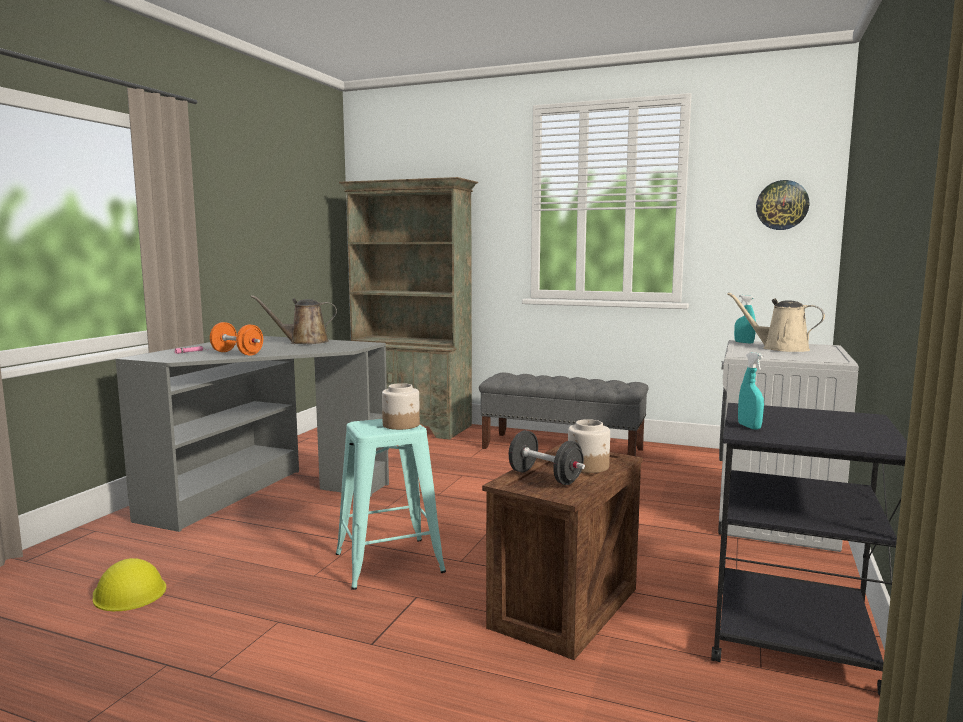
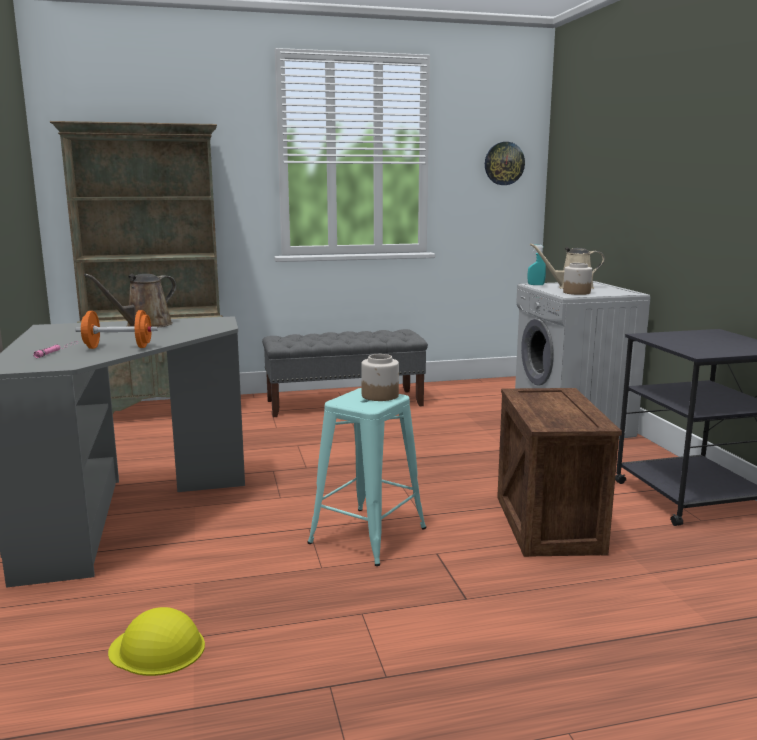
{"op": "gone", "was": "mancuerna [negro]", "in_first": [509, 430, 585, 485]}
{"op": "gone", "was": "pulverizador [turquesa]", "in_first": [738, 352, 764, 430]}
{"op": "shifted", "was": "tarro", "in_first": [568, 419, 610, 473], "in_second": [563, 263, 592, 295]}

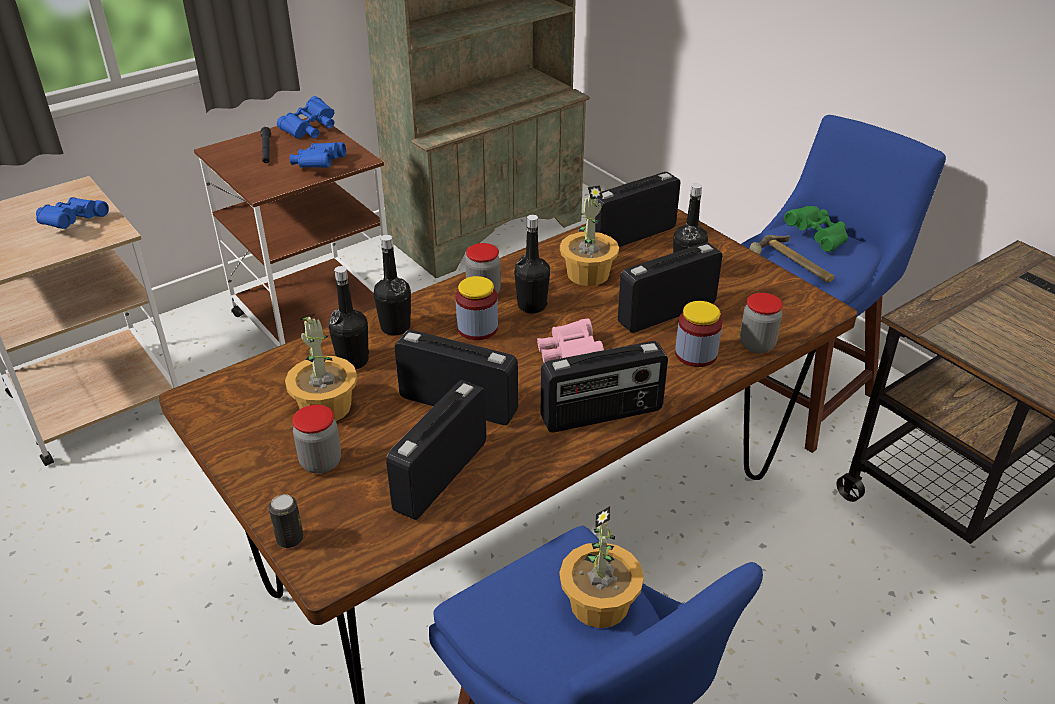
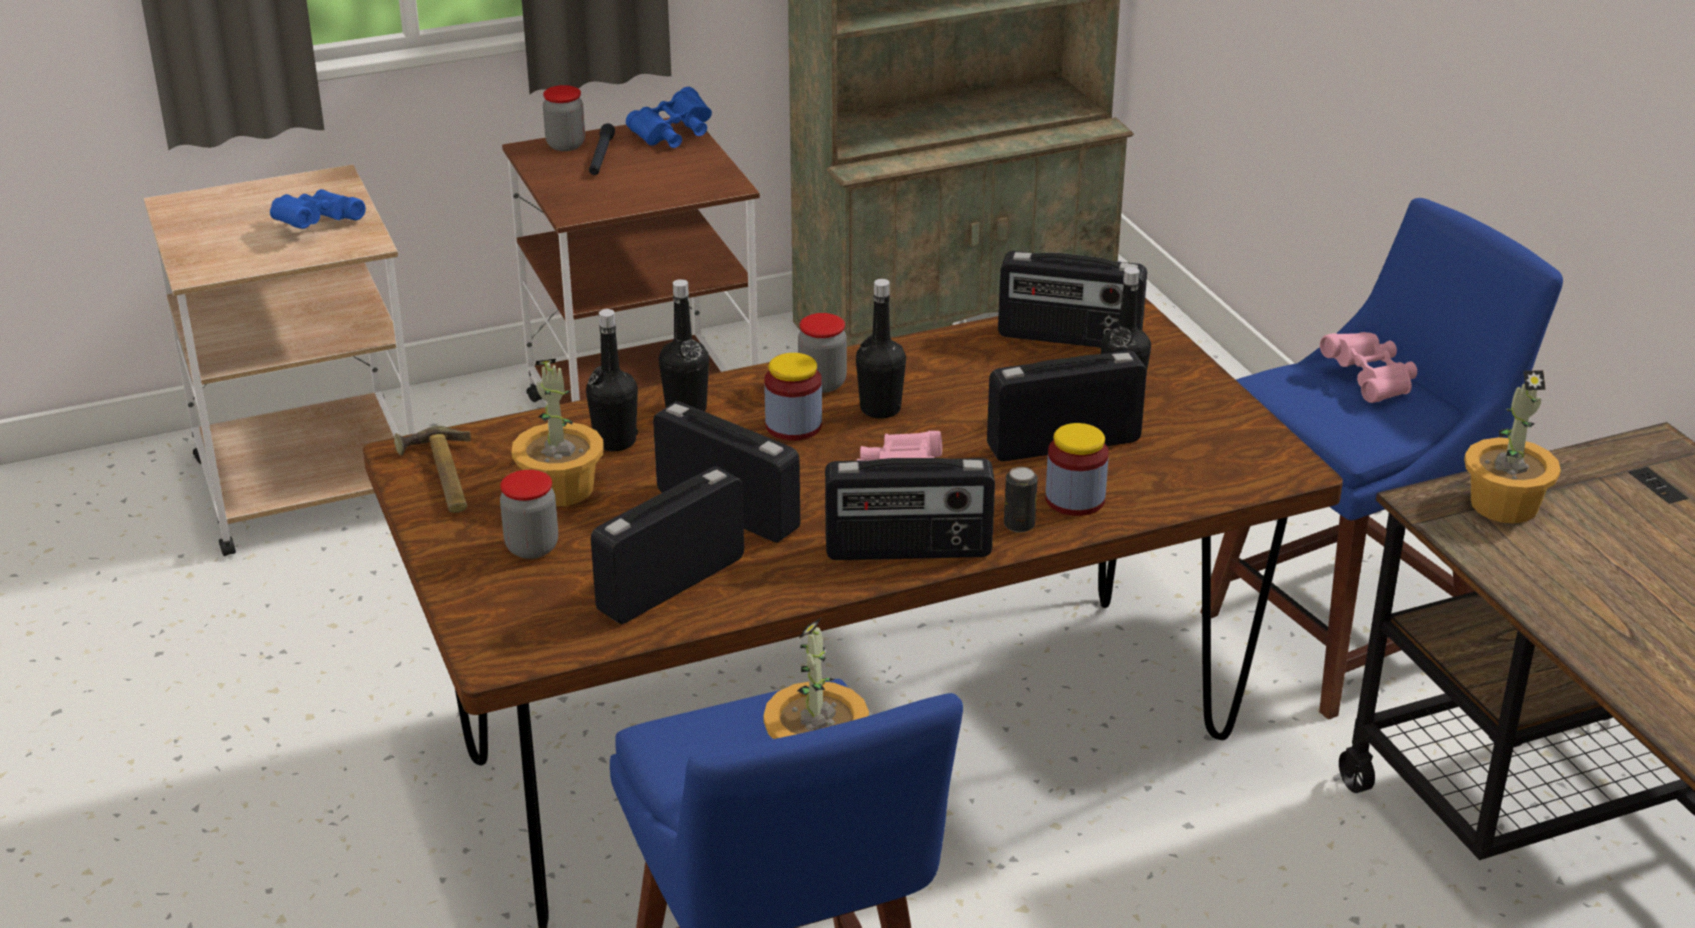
{"op": "gone", "was": "prismáticos [azul]", "in_first": [290, 142, 346, 168]}
{"op": "shifted", "was": "lata", "in_first": [269, 494, 304, 548], "in_second": [1004, 467, 1038, 533]}
{"op": "shifted", "was": "planta en maceta", "in_first": [560, 185, 619, 286], "in_second": [1464, 370, 1561, 524]}
{"op": "shifted", "was": "tarro", "in_first": [740, 293, 783, 353], "in_second": [543, 85, 585, 151]}
{"op": "shifted", "was": "martillo", "in_first": [750, 235, 835, 283], "in_second": [394, 426, 471, 513]}
{"op": "repainted", "was": "prismáticos [verde]", "now": "prismáticos [rosa]", "in_first": [784, 206, 848, 252], "in_second": [1320, 332, 1417, 403]}
{"op": "rotated", "was": "radio", "in_first": [595, 172, 680, 247], "in_second": [998, 251, 1147, 348], "clockwise": -150}

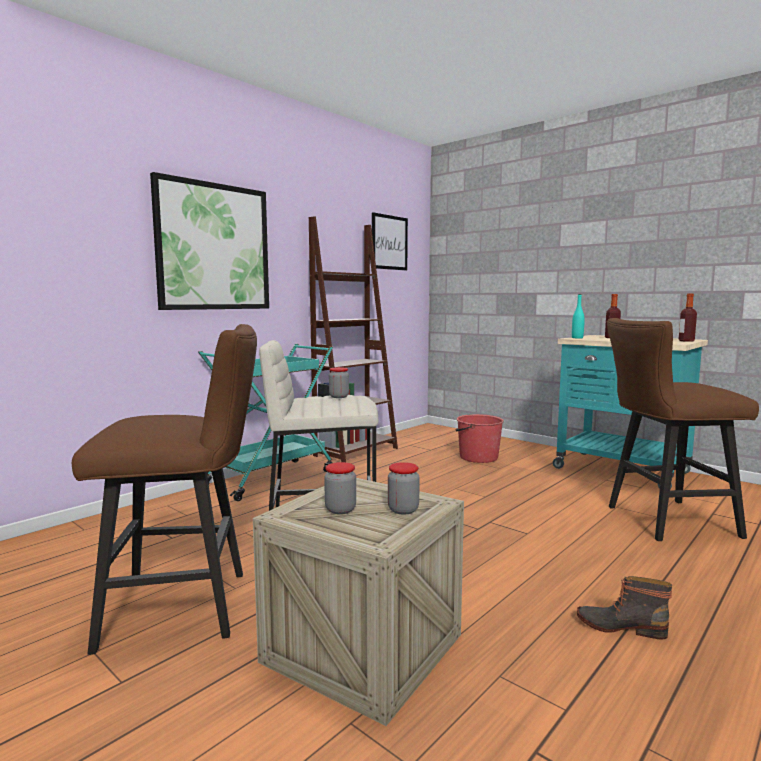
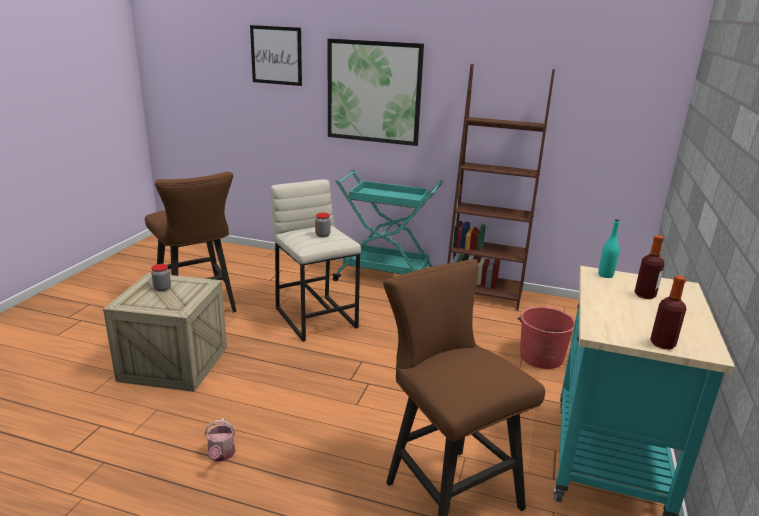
{"op": "gone", "was": "tarro", "in_first": [388, 462, 420, 514]}
{"op": "shifted", "was": "cuadro", "in_first": [372, 212, 408, 270], "in_second": [250, 25, 302, 86]}
{"op": "swapped", "was": "bota", "now": "regadera", "in_first": [577, 576, 672, 639], "in_second": [205, 418, 235, 461]}

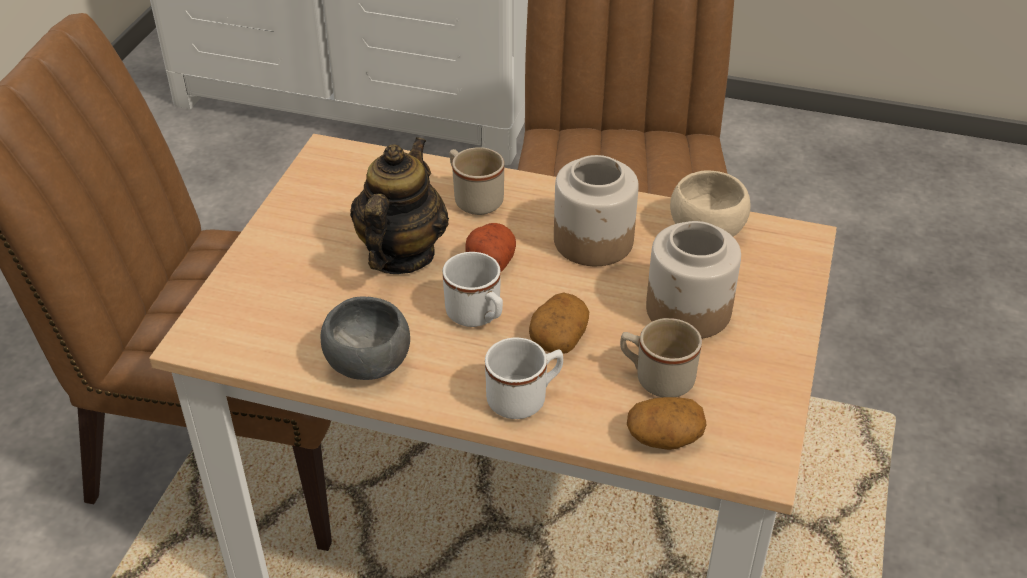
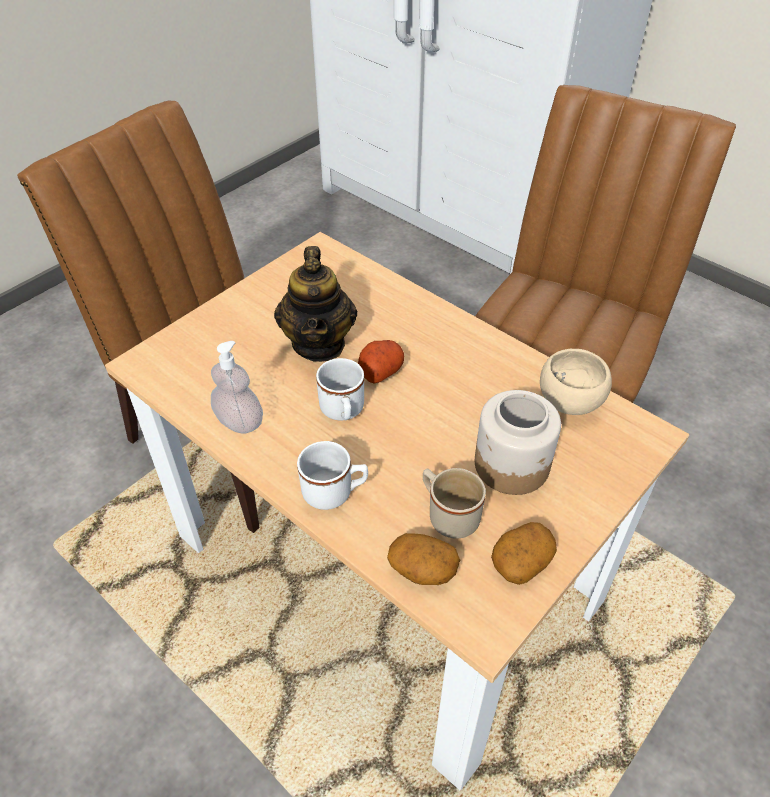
{"op": "gone", "was": "taza grande [beis]", "in_first": [450, 147, 504, 215]}
{"op": "gone", "was": "tarro", "in_first": [554, 155, 639, 266]}
{"op": "shifted", "was": "patata", "in_first": [529, 293, 589, 354], "in_second": [491, 522, 557, 585]}
{"op": "swapped", "was": "cuenco [gris]", "now": "dispensador de jabón", "in_first": [321, 297, 410, 380], "in_second": [211, 341, 263, 433]}
{"op": "rotated", "was": "tetera", "in_first": [350, 137, 449, 274], "in_second": [274, 246, 357, 362], "clockwise": 135}

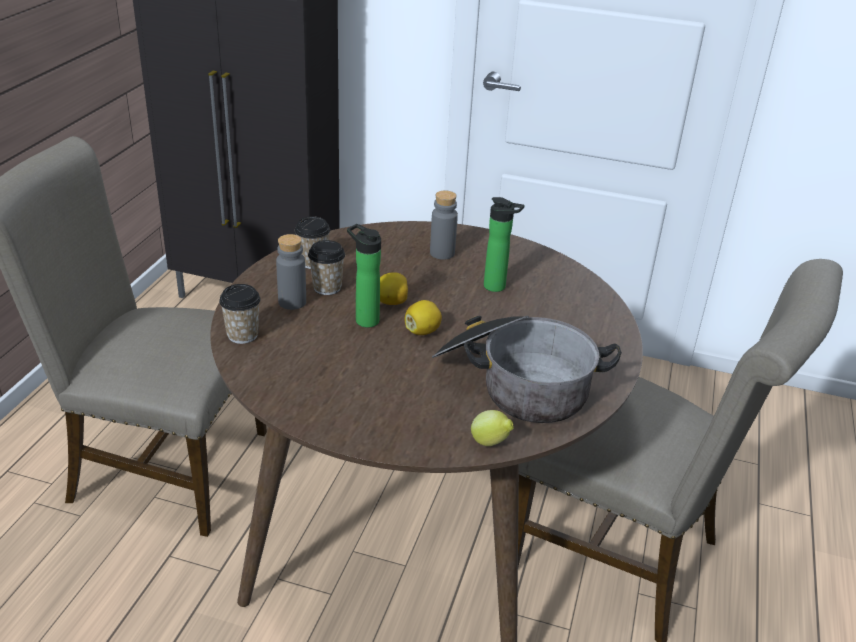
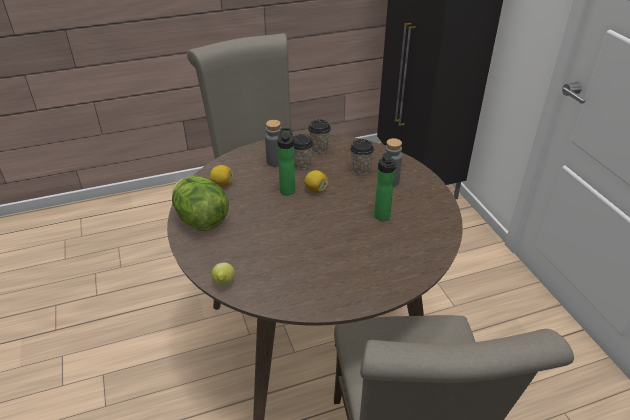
{"op": "gone", "was": "olla", "in_first": [432, 316, 622, 423]}
{"op": "new", "now": "lechuga", "in_second": [172, 176, 229, 231]}
{"op": "shifted", "was": "taza", "in_first": [219, 284, 261, 344], "in_second": [350, 139, 374, 175]}
{"op": "shifted", "was": "limón", "in_first": [404, 300, 442, 335], "in_second": [210, 165, 233, 187]}

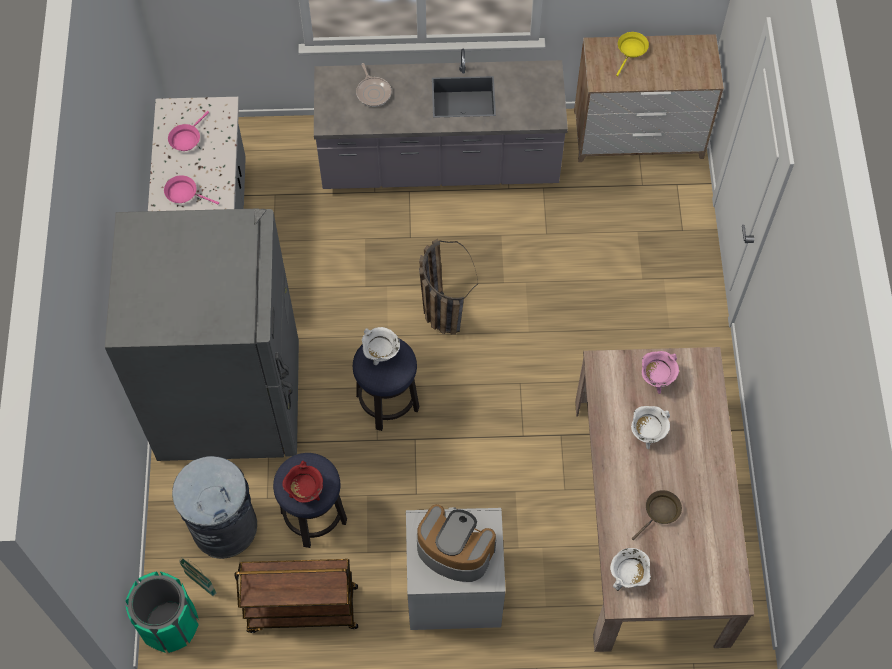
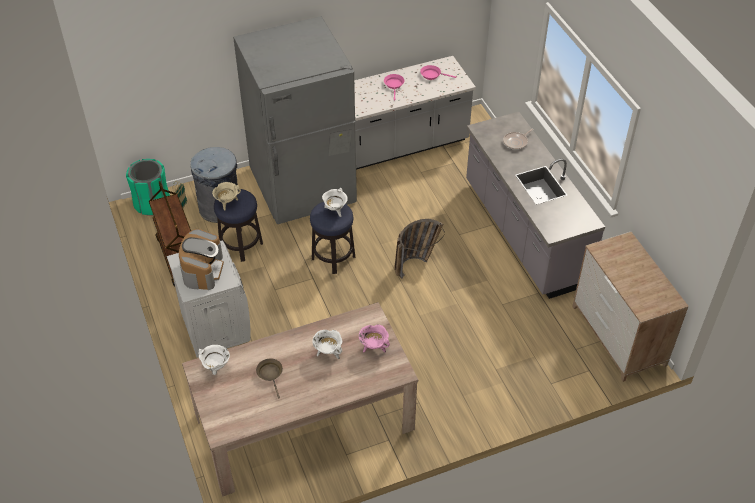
{"op": "gone", "was": "sartén [amarillo]", "in_first": [616, 32, 649, 76]}
{"op": "repainted", "was": "olla [rojo]", "now": "olla [beis]", "in_first": [282, 461, 323, 503], "in_second": [212, 182, 241, 210]}
{"op": "rotated", "was": "sartén [marrón]", "in_first": [632, 490, 682, 540], "in_second": [256, 358, 283, 399], "clockwise": -135}

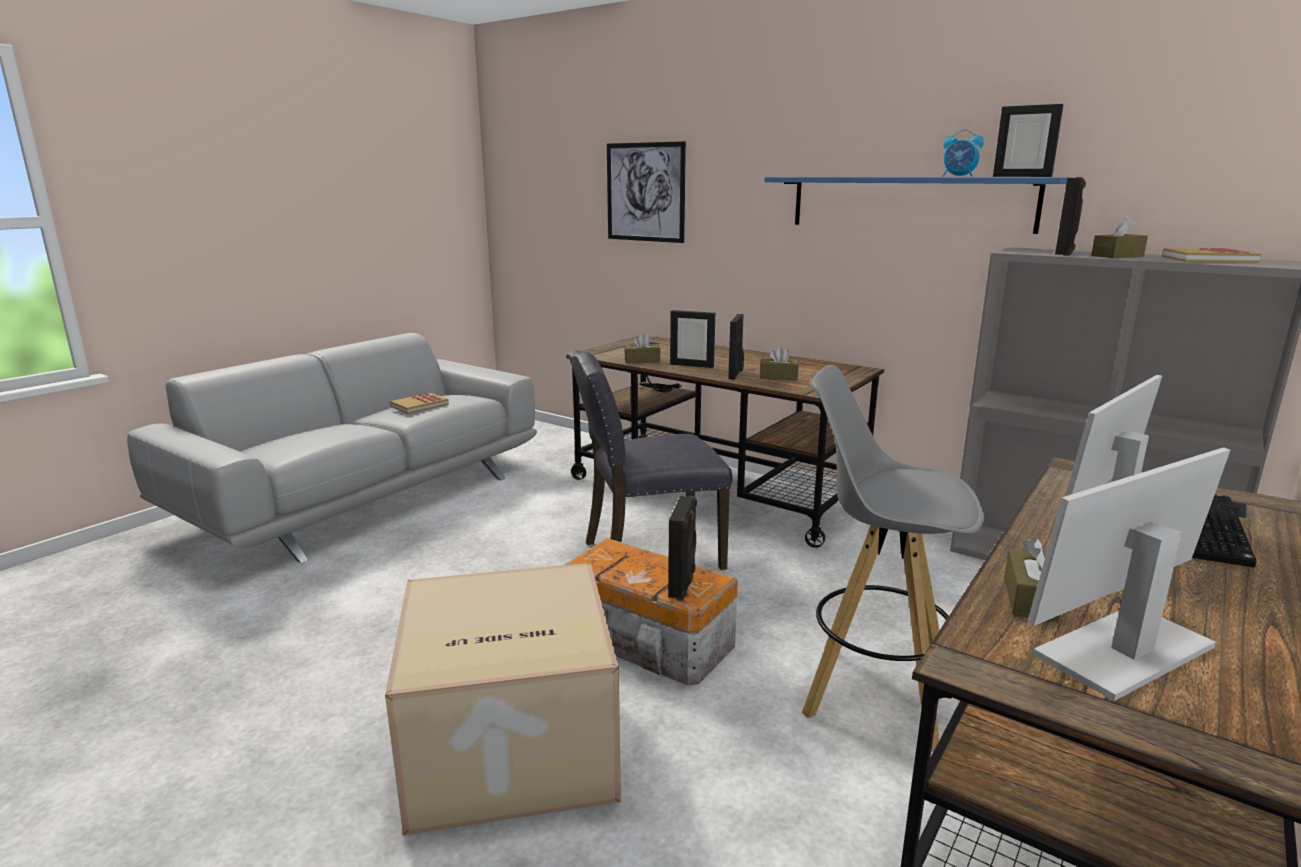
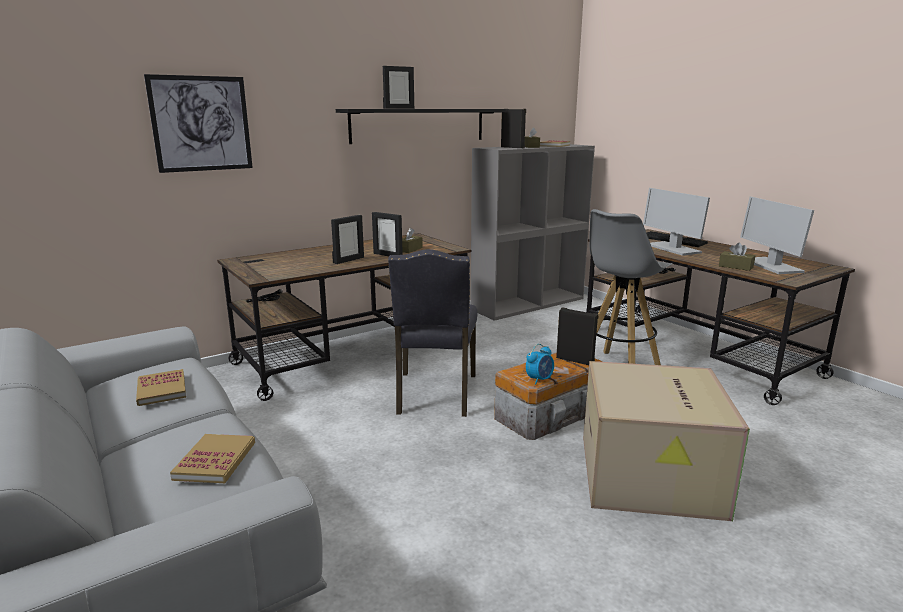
{"op": "gone", "was": "caja de pañuelos [marrón]", "in_first": [624, 332, 661, 363]}
{"op": "new", "now": "libro", "in_second": [170, 434, 255, 483]}
{"op": "shifted", "was": "despertador", "in_first": [943, 129, 983, 177], "in_second": [526, 344, 554, 385]}
{"op": "shifted", "was": "portarretratos", "in_first": [993, 104, 1063, 177], "in_second": [383, 66, 414, 109]}
{"op": "repainted", "was": "estante [azul]", "now": "estante [negro]", "in_first": [765, 177, 1069, 234], "in_second": [336, 109, 506, 144]}

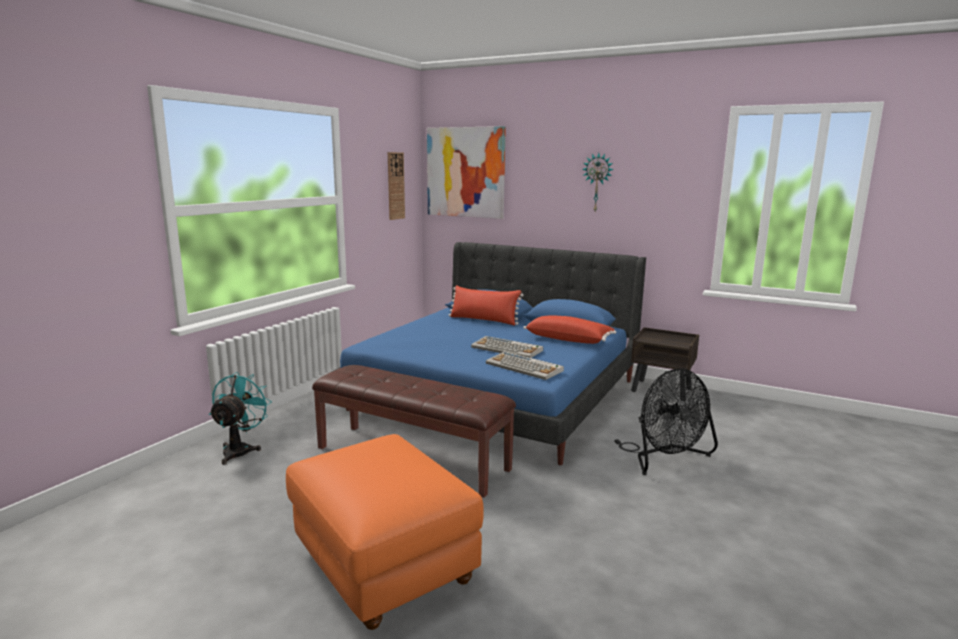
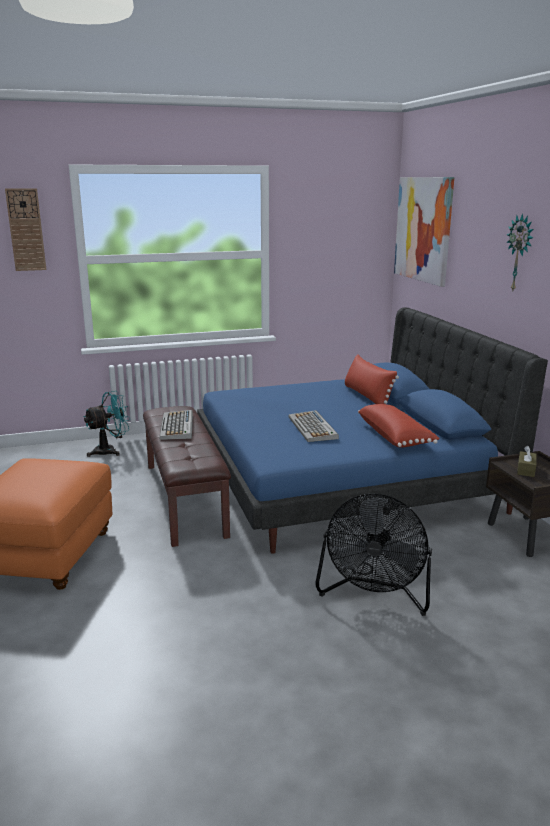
{"op": "new", "now": "caja de pañuelos [marrón]", "in_second": [517, 446, 537, 477]}
{"op": "shifted", "was": "reloj de pared", "in_first": [388, 152, 405, 220], "in_second": [5, 188, 46, 271]}
{"op": "shifted", "was": "teclado", "in_first": [486, 351, 564, 380], "in_second": [159, 410, 193, 440]}

